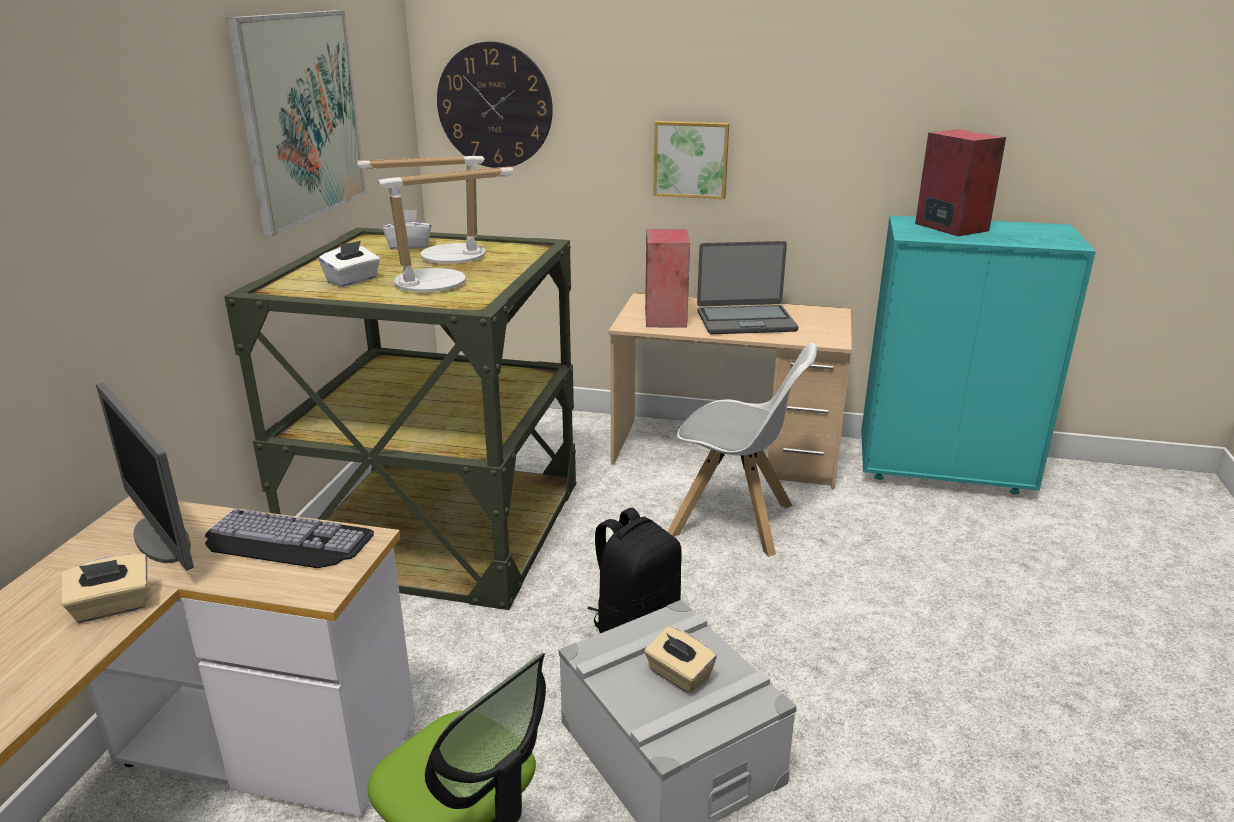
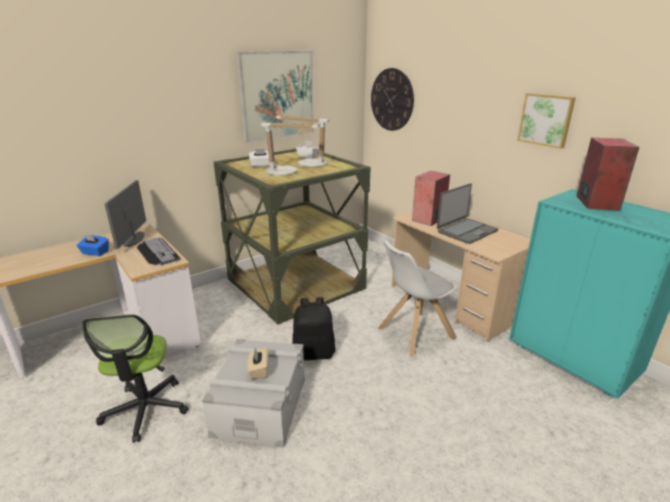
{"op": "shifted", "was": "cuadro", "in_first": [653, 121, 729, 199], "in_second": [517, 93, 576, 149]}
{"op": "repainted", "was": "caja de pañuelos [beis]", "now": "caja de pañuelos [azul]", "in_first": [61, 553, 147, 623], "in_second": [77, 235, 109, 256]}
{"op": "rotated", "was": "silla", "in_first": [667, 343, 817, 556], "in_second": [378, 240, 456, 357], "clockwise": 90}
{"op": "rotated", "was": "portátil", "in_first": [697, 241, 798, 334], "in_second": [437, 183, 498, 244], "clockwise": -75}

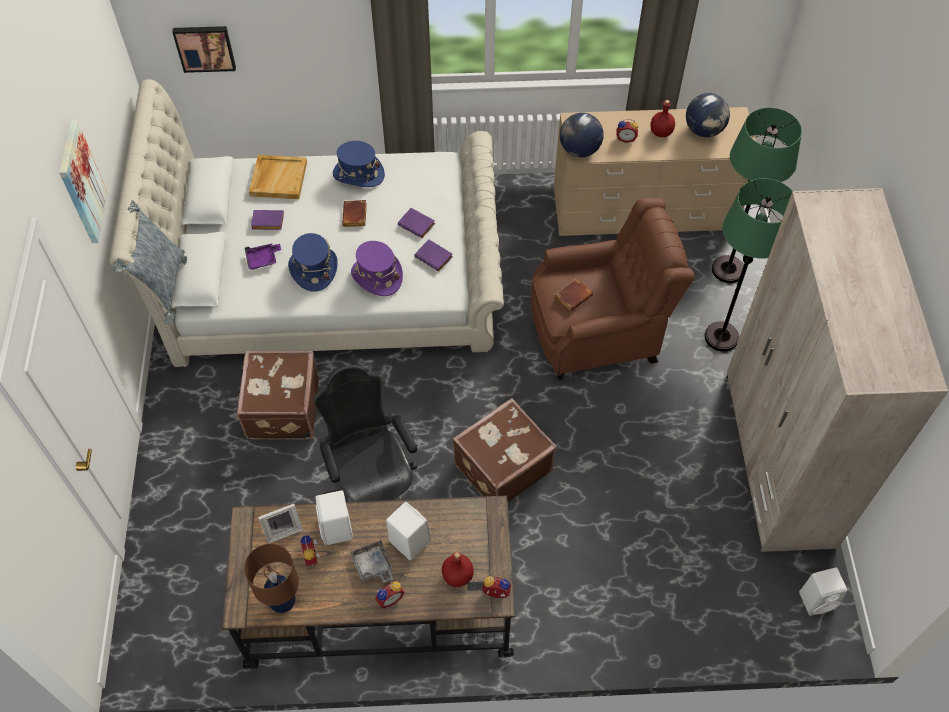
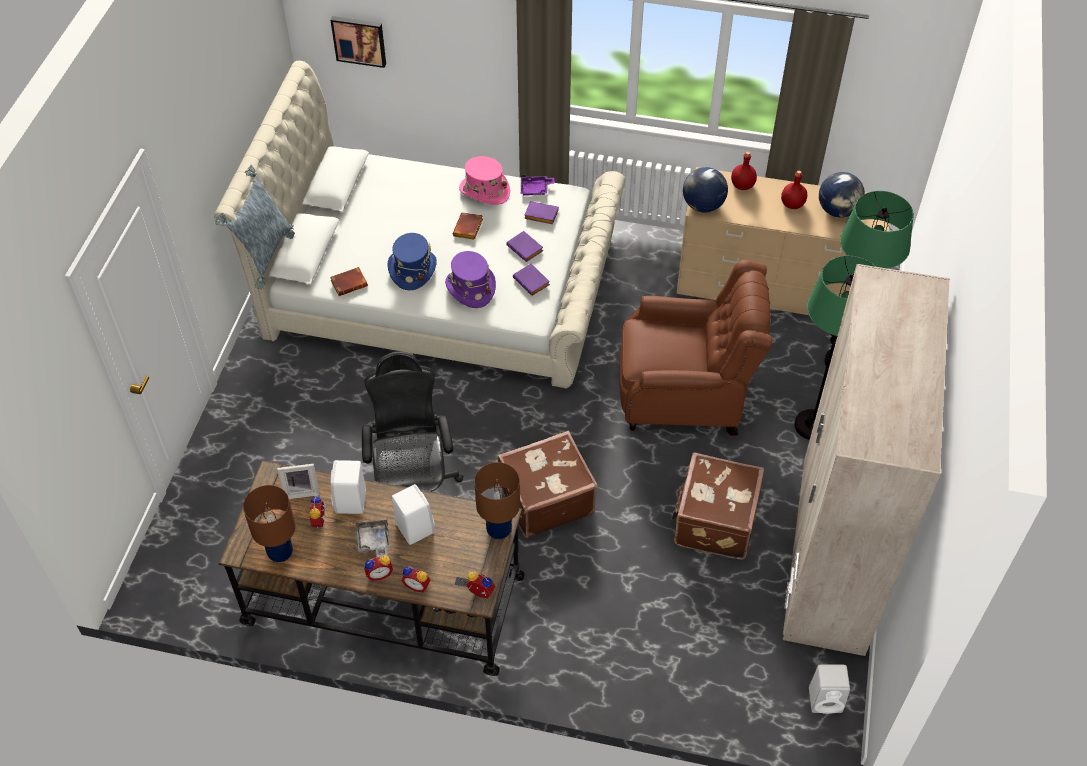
{"op": "gone", "was": "cuadro", "in_first": [59, 119, 107, 243]}
{"op": "gone", "was": "bandeja [beis]", "in_first": [249, 155, 307, 199]}
{"op": "new", "now": "lámpara de mesa [marrón]", "in_second": [474, 462, 520, 539]}
{"op": "shifted", "was": "maleta [marrón]", "in_first": [237, 351, 319, 440], "in_second": [671, 452, 764, 560]}
{"op": "shifted", "was": "bandeja [morado]", "in_first": [245, 243, 281, 270], "in_second": [521, 175, 554, 196]}
{"op": "shifted", "was": "libro [morado]", "in_first": [251, 210, 284, 230], "in_second": [524, 201, 559, 224]}
{"op": "shifted", "was": "botella [rojo]", "in_first": [442, 552, 474, 587], "in_second": [731, 152, 757, 190]}
{"op": "shifted", "was": "libro [marrón]", "in_first": [554, 278, 593, 312], "in_second": [330, 267, 368, 296]}
{"op": "shifted", "was": "despertador", "in_first": [616, 119, 639, 143], "in_second": [401, 566, 430, 592]}
{"op": "repainted", "was": "sombrero [azul]", "now": "sombrero [rosa]", "in_first": [333, 141, 385, 187], "in_second": [459, 156, 510, 205]}

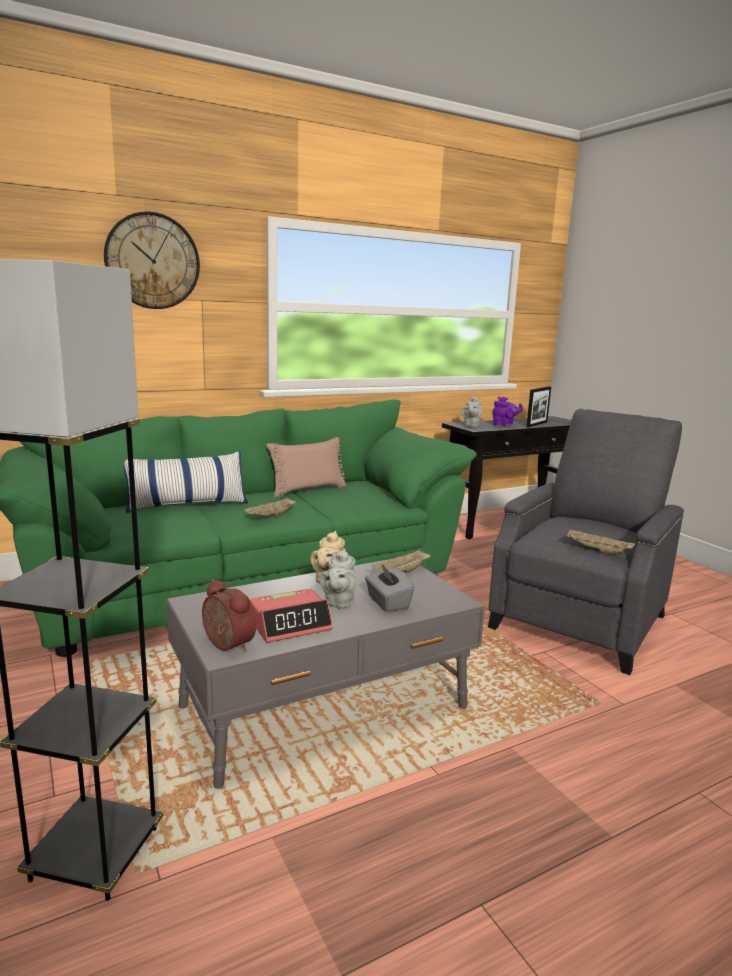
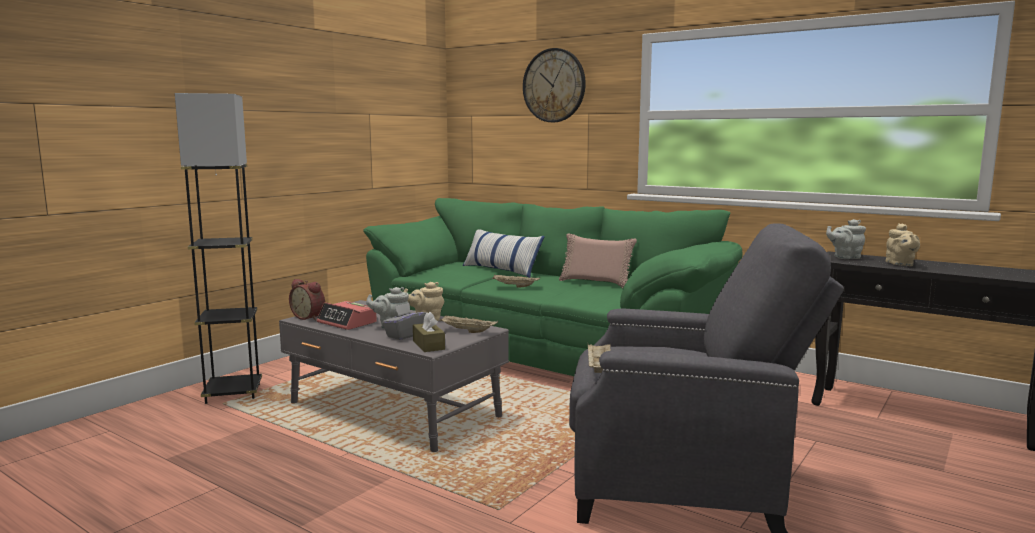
{"op": "gone", "was": "portarretratos", "in_first": [526, 386, 551, 427]}
{"op": "new", "now": "caja de pañuelos [marrón]", "in_second": [413, 311, 445, 352]}
{"op": "repainted", "was": "tetera [morado]", "now": "tetera [beis]", "in_first": [492, 397, 523, 426], "in_second": [886, 223, 920, 266]}
{"op": "rotated", "was": "despertador", "in_first": [202, 580, 256, 652], "in_second": [289, 279, 325, 321], "clockwise": 105}

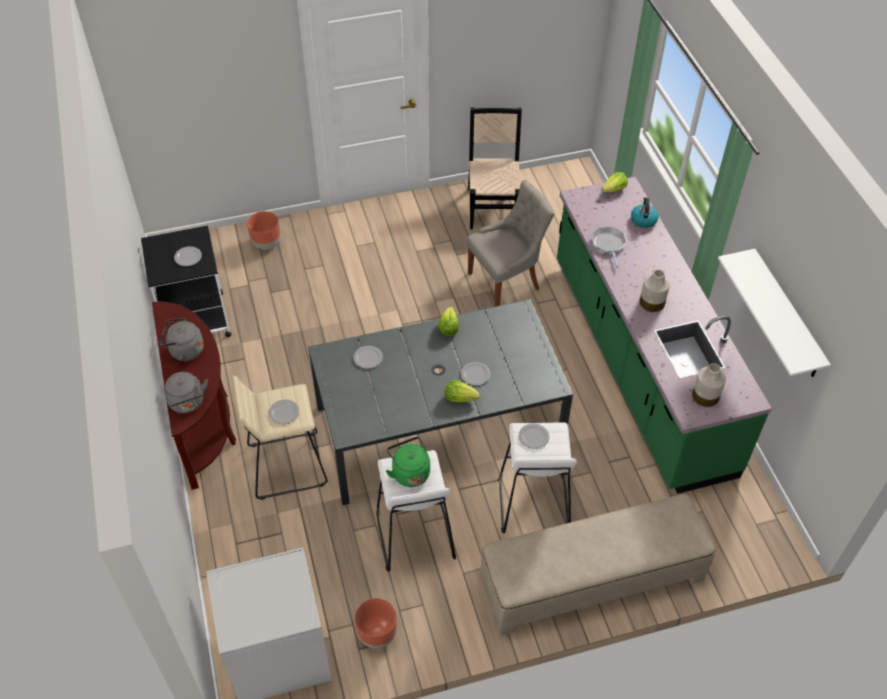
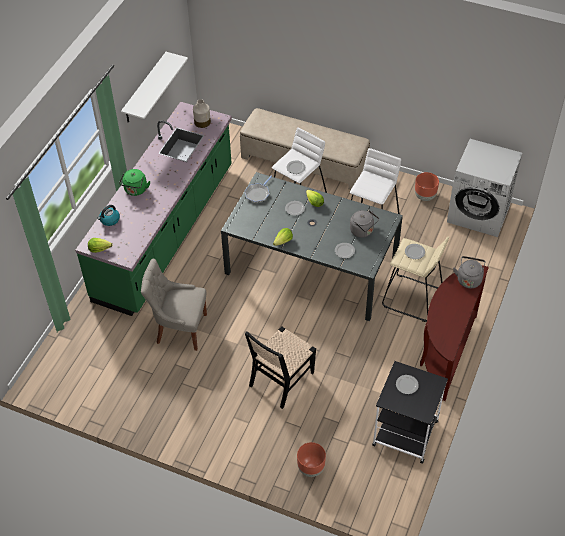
{"op": "gone", "was": "florero [beis]", "in_first": [640, 270, 670, 312]}
{"op": "shifted", "was": "hervidor [gris]", "in_first": [159, 318, 204, 361], "in_second": [350, 210, 379, 238]}
{"op": "shifted", "was": "hervidor [verde]", "in_first": [386, 437, 430, 487], "in_second": [119, 169, 151, 196]}
{"op": "shifted", "was": "silla", "in_first": [468, 107, 522, 230], "in_second": [245, 327, 316, 409]}
{"op": "shifted", "was": "sartén", "in_first": [591, 227, 627, 268], "in_second": [245, 175, 272, 203]}

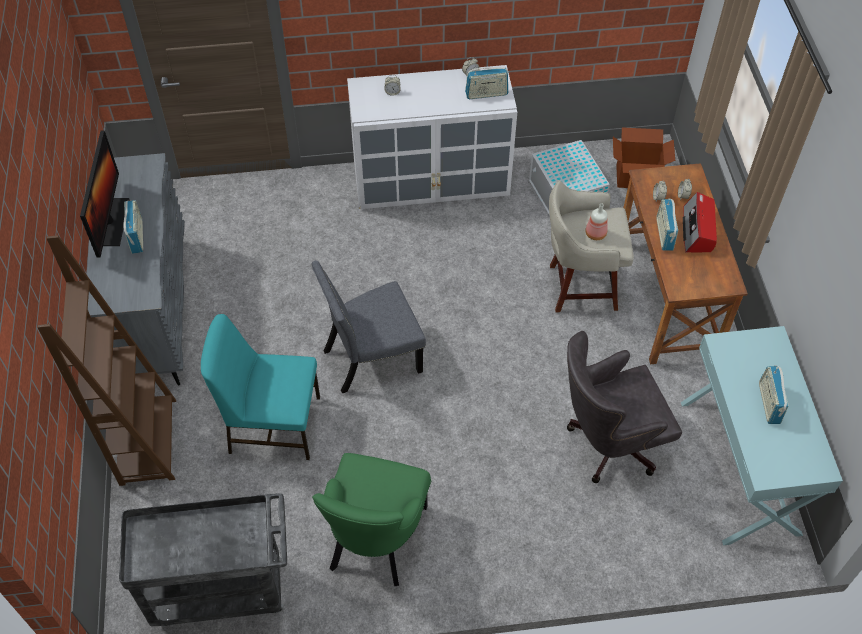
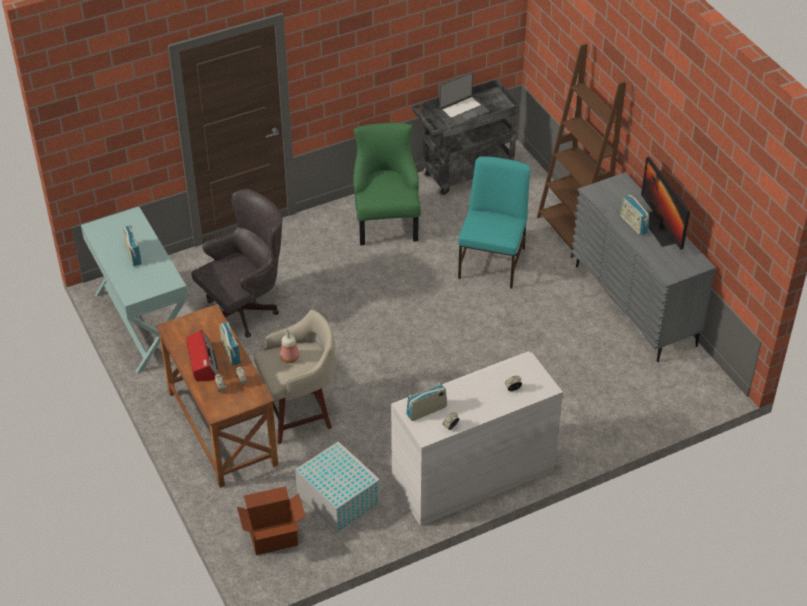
{"op": "gone", "was": "silla [gris]", "in_first": [312, 260, 426, 393]}
{"op": "new", "now": "portátil", "in_second": [439, 72, 489, 125]}
{"op": "rotated", "was": "silla [turquesa]", "in_first": [201, 314, 320, 460], "in_second": [458, 156, 530, 289], "clockwise": -60}

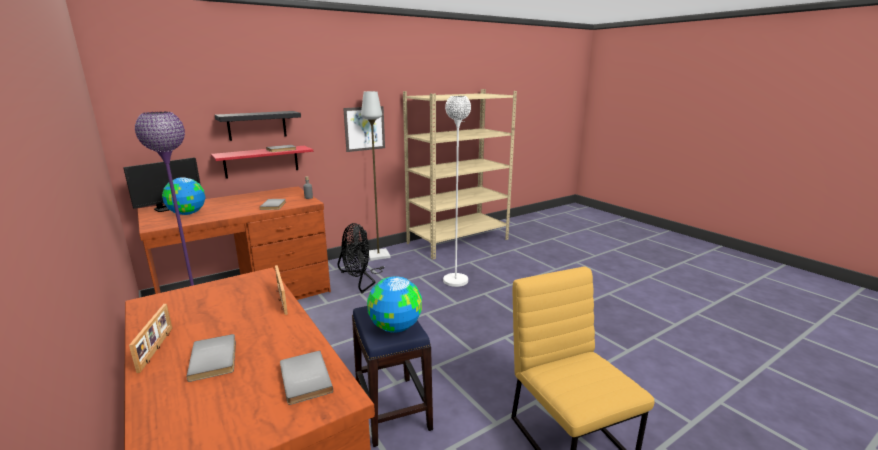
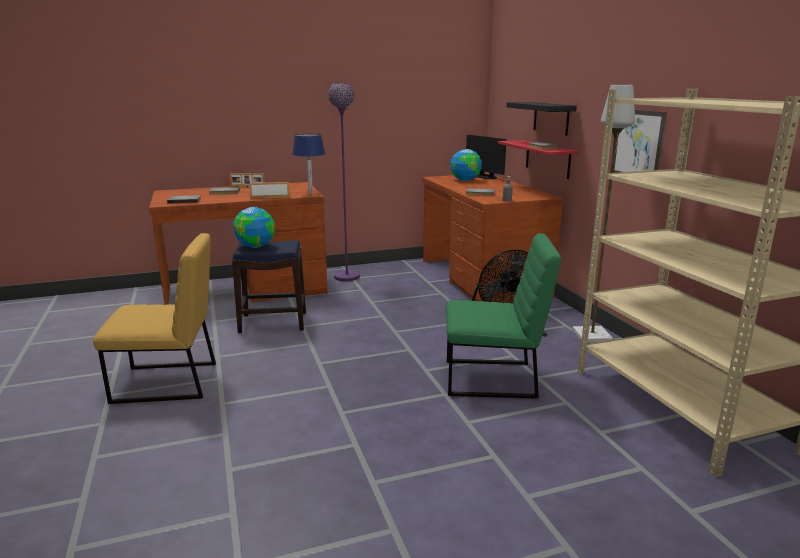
{"op": "new", "now": "lámpara de mesa [azul]", "in_second": [292, 134, 325, 194]}
{"op": "swapped", "was": "lámpara de pie [blanco]", "now": "silla [verde]", "in_first": [443, 96, 471, 287], "in_second": [446, 233, 561, 399]}

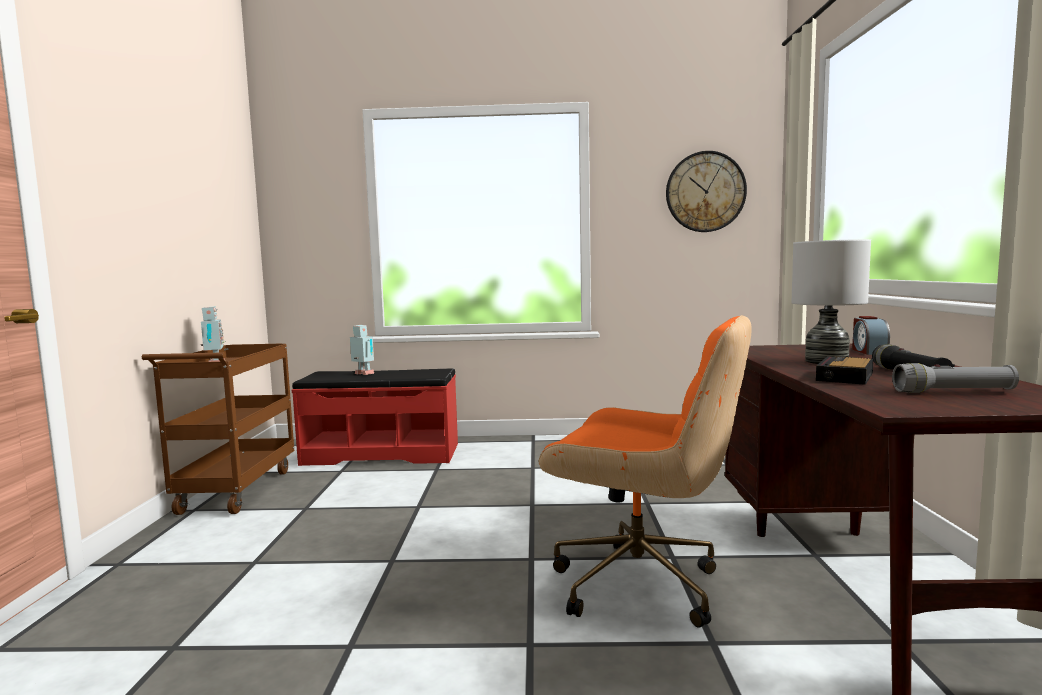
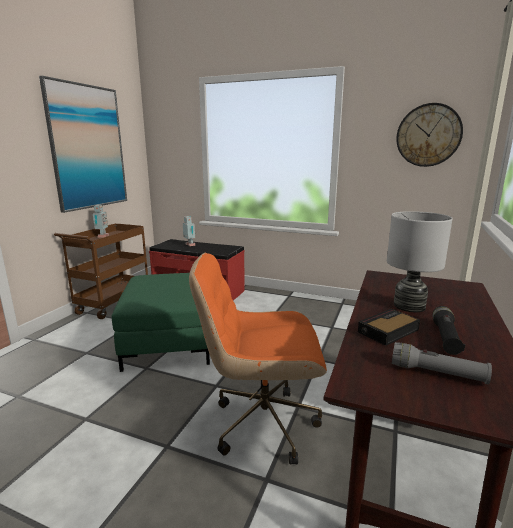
{"op": "gone", "was": "despertador", "in_first": [852, 316, 890, 355]}
{"op": "new", "now": "cuadro", "in_second": [39, 76, 127, 213]}
{"op": "new", "now": "puf [verde]", "in_second": [112, 273, 210, 372]}
{"op": "rotated", "was": "silla de oficina [naranja]", "in_first": [539, 315, 752, 628], "in_second": [189, 253, 327, 464], "clockwise": 135}

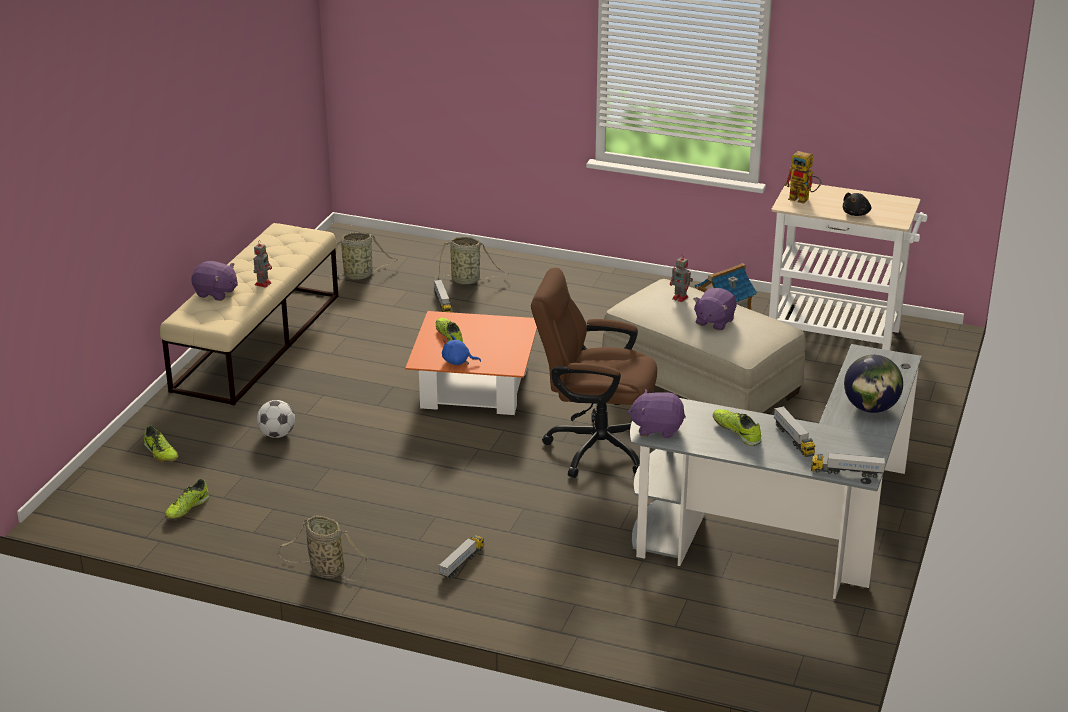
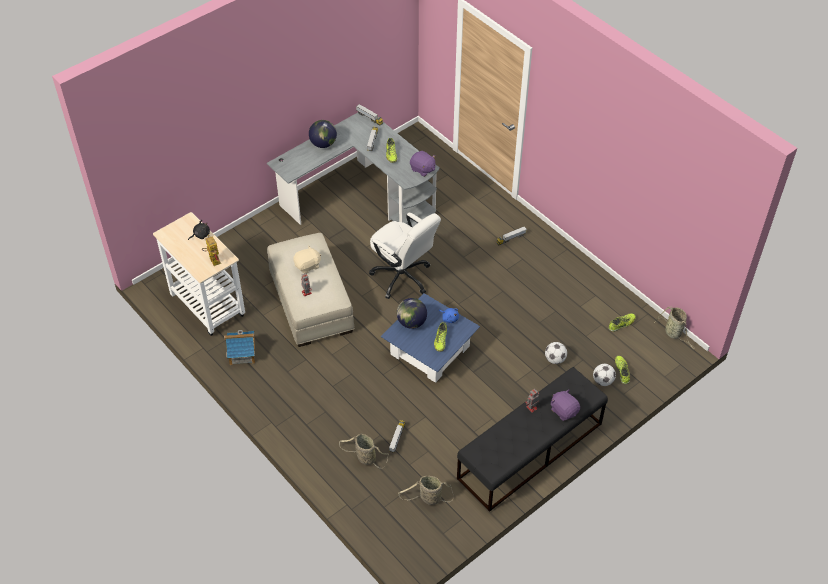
{"op": "new", "now": "globo terráqueo", "in_second": [397, 298, 427, 329]}
{"op": "new", "now": "balón de fútbol", "in_second": [593, 364, 616, 386]}
{"op": "shifted", "was": "cesta", "in_first": [278, 516, 368, 581], "in_second": [654, 307, 694, 349]}
{"op": "repainted", "was": "banco [beis]", "now": "banco [negro]", "in_first": [160, 223, 338, 405], "in_second": [457, 367, 608, 512]}
{"op": "repainted", "was": "mesa de centro [naranja]", "now": "mesa de centro [azul]", "in_first": [405, 311, 537, 415], "in_second": [381, 293, 480, 383]}
{"op": "repainted", "was": "silla de oficina [marrón]", "now": "silla de oficina [blanco]", "in_first": [531, 268, 657, 478], "in_second": [369, 213, 441, 299]}
{"op": "repainted", "was": "peluche [morado]", "now": "peluche [beis]", "in_first": [693, 288, 737, 331], "in_second": [293, 246, 321, 273]}

